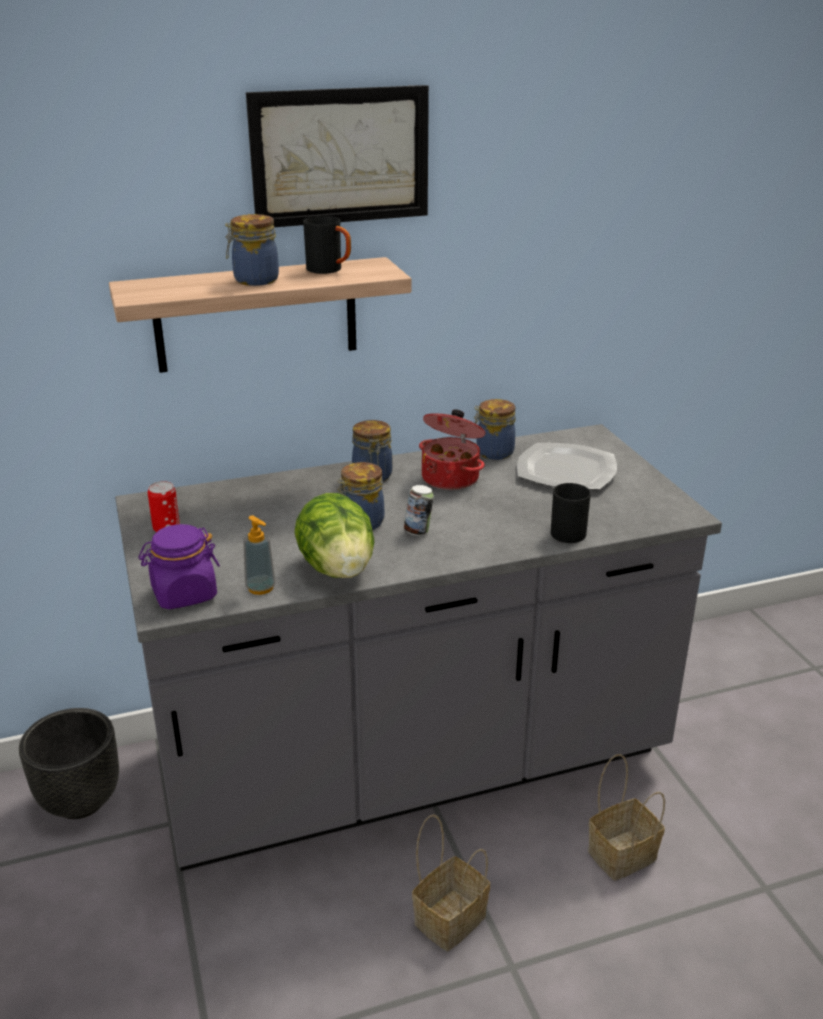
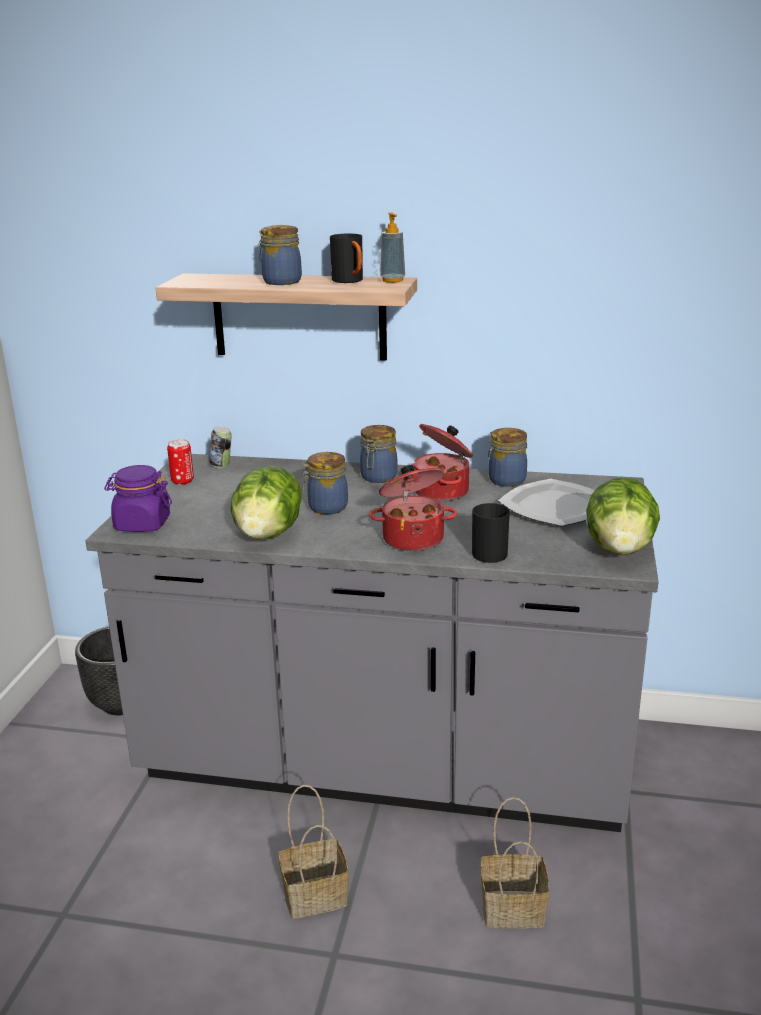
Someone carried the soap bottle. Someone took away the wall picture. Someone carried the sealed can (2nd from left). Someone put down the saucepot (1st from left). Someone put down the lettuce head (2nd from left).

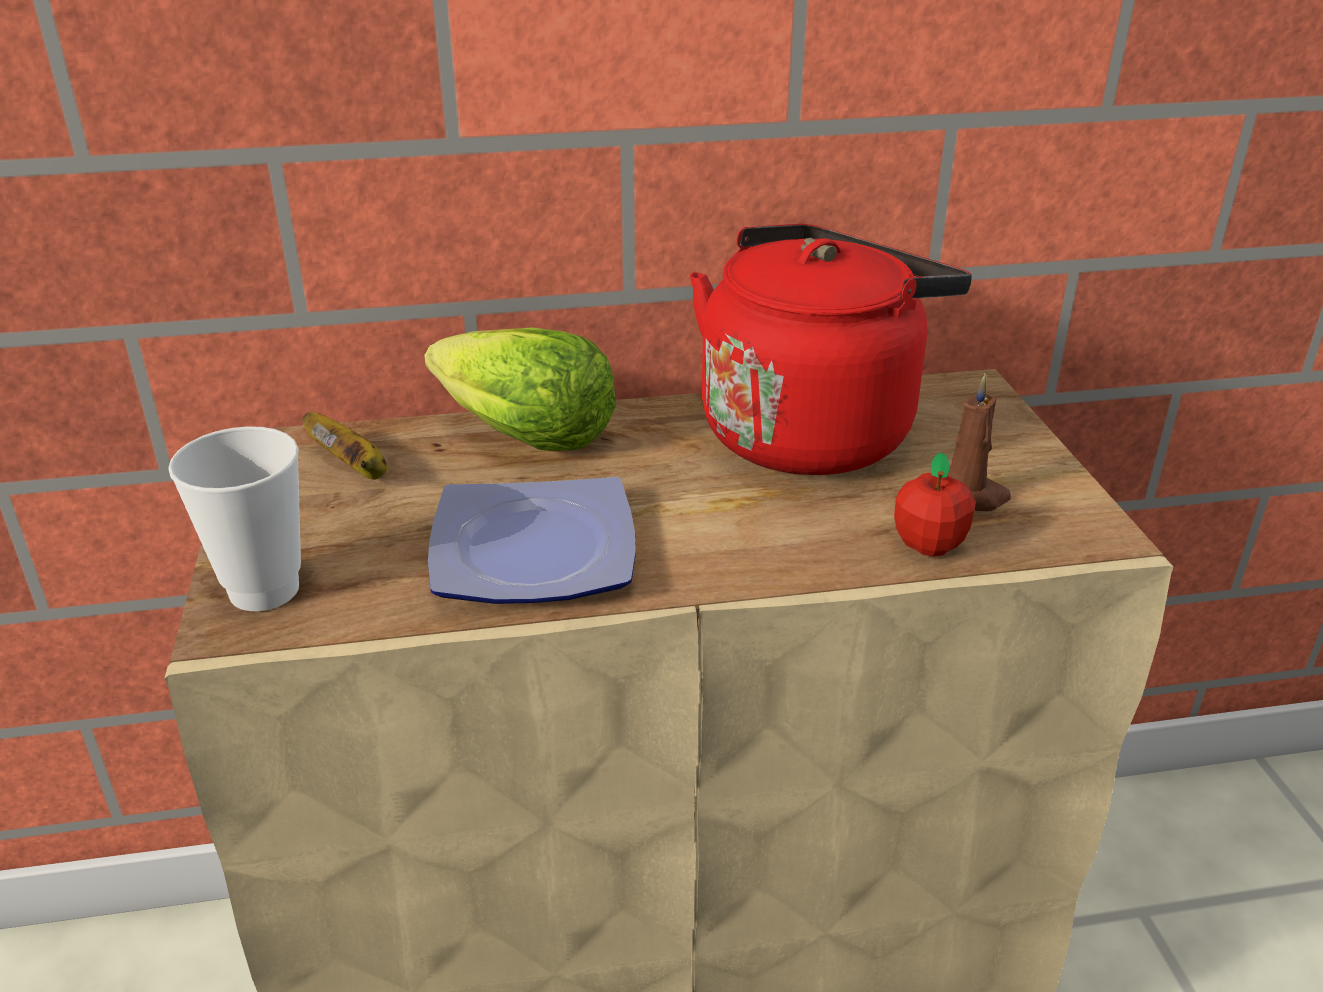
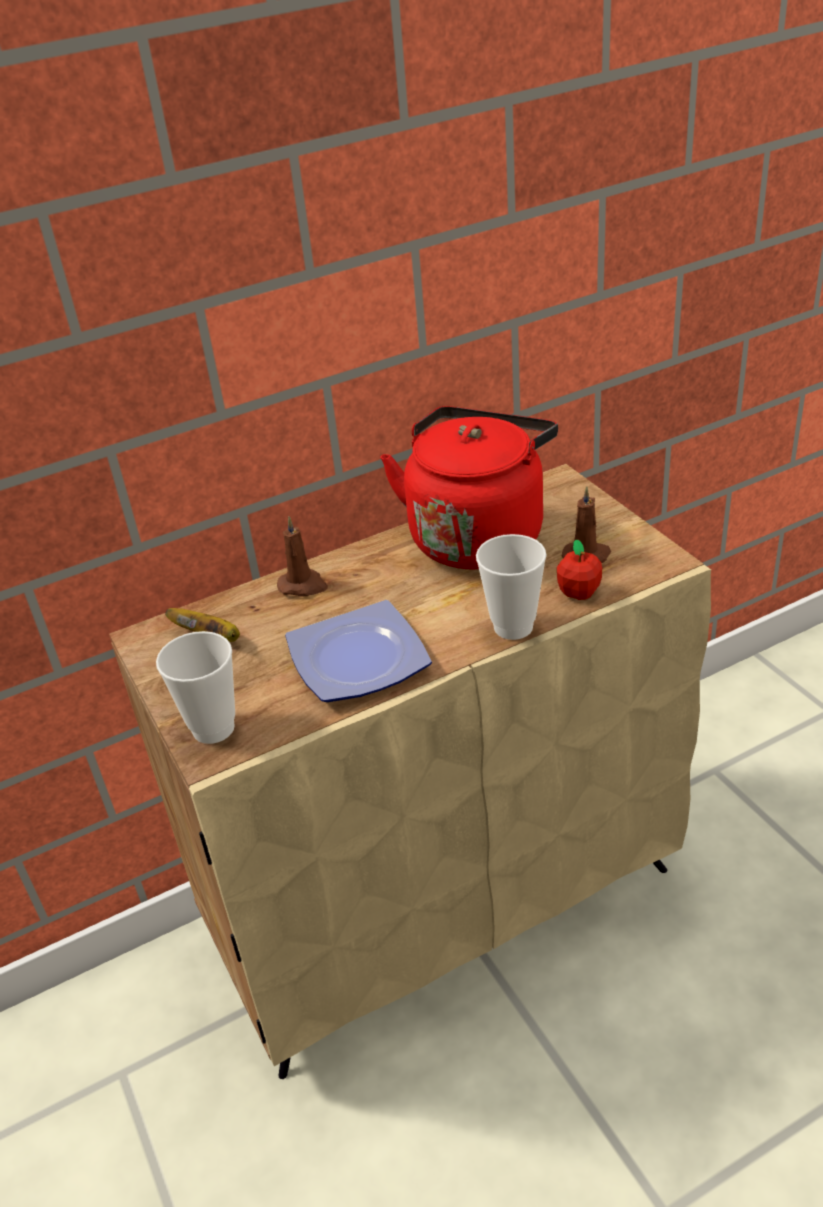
Someone swapped the lettuce head for the wax light in brown (1st from left). Someone put down the small cup (2nd from left).

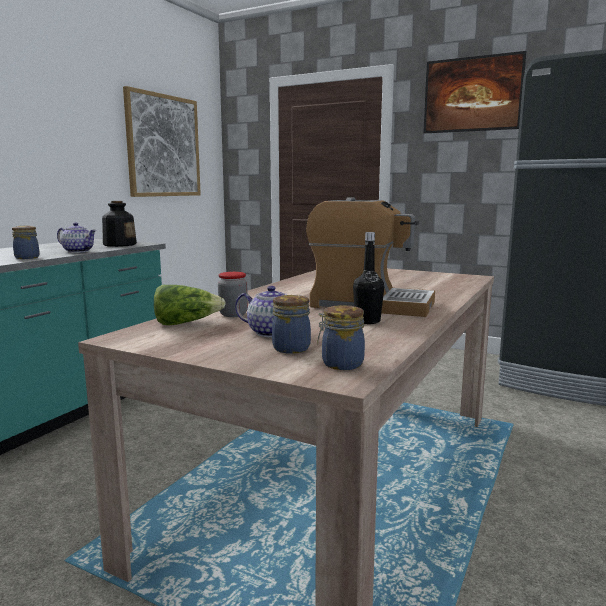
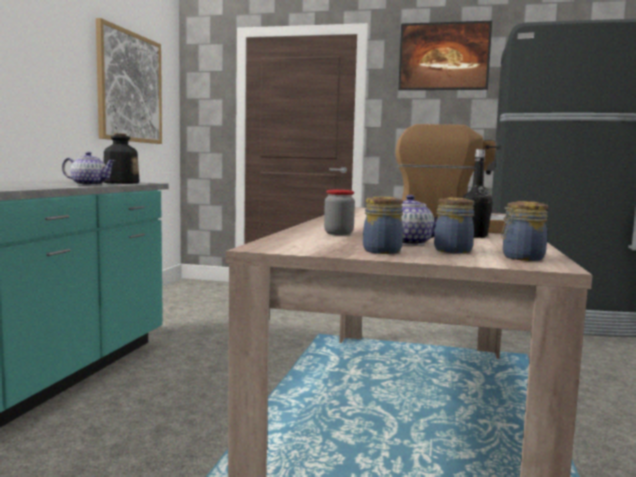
Someone carried the jar (1st from left in the first image). Someone took away the lettuce head.

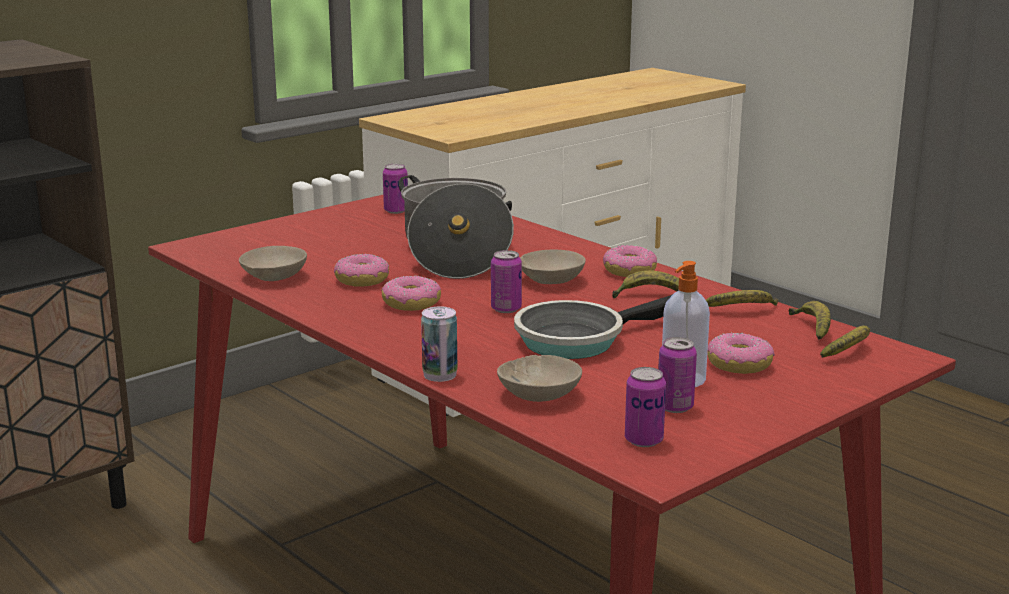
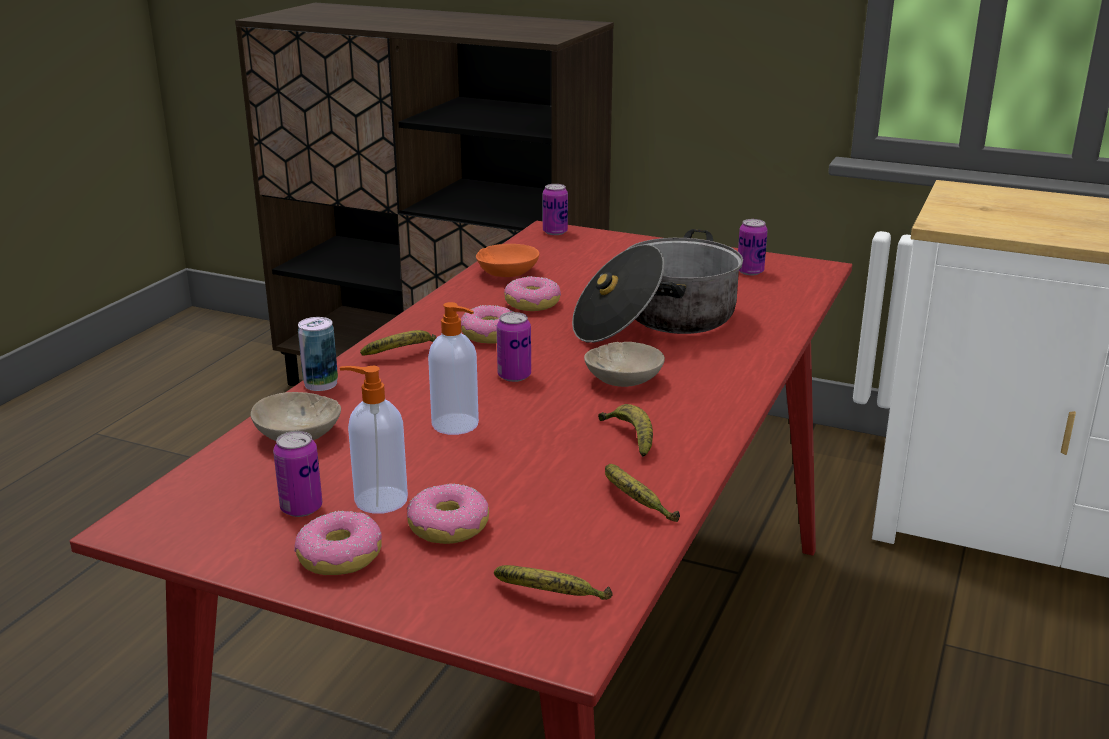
Someone repainted the deep dish in beige-coloured (1st from left), which became the deep dish in orange-coloured. Someone swapped the frying pan for the soap bottle (2nd from left). Someone carried the donut (3rd from left in the first image). Someone carried the sealed can (4th from left). Someone carried the whole banana (3rd from left in the first image).

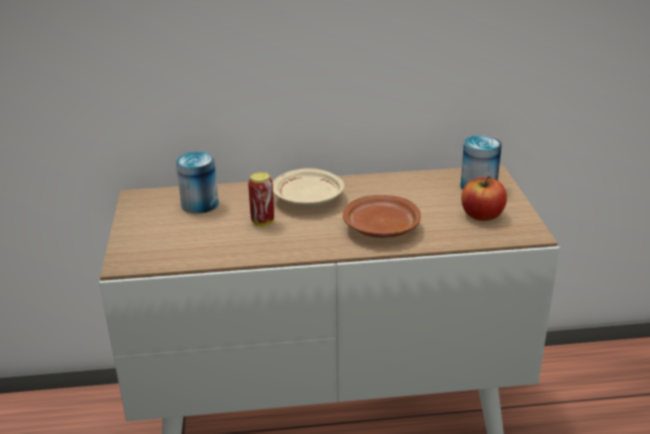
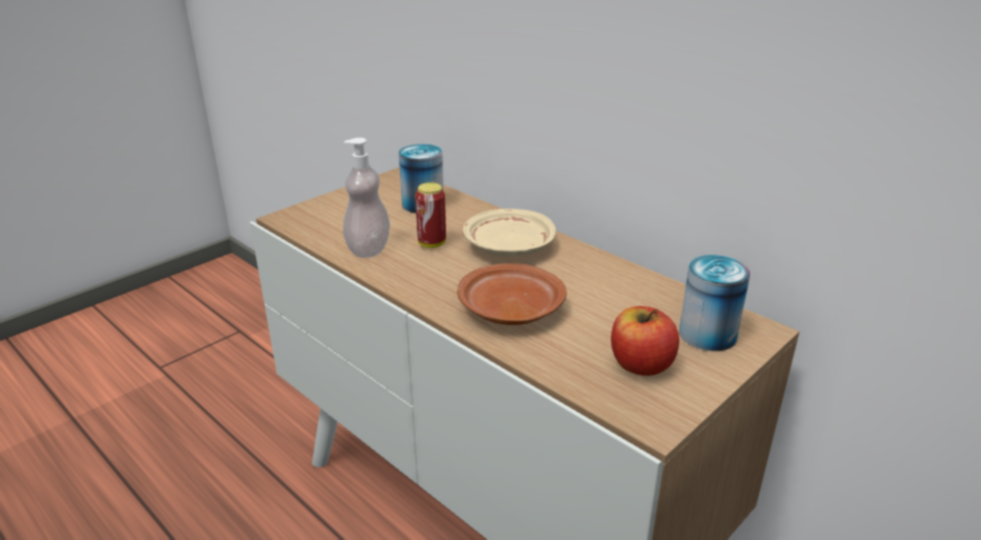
Someone put down the soap bottle.

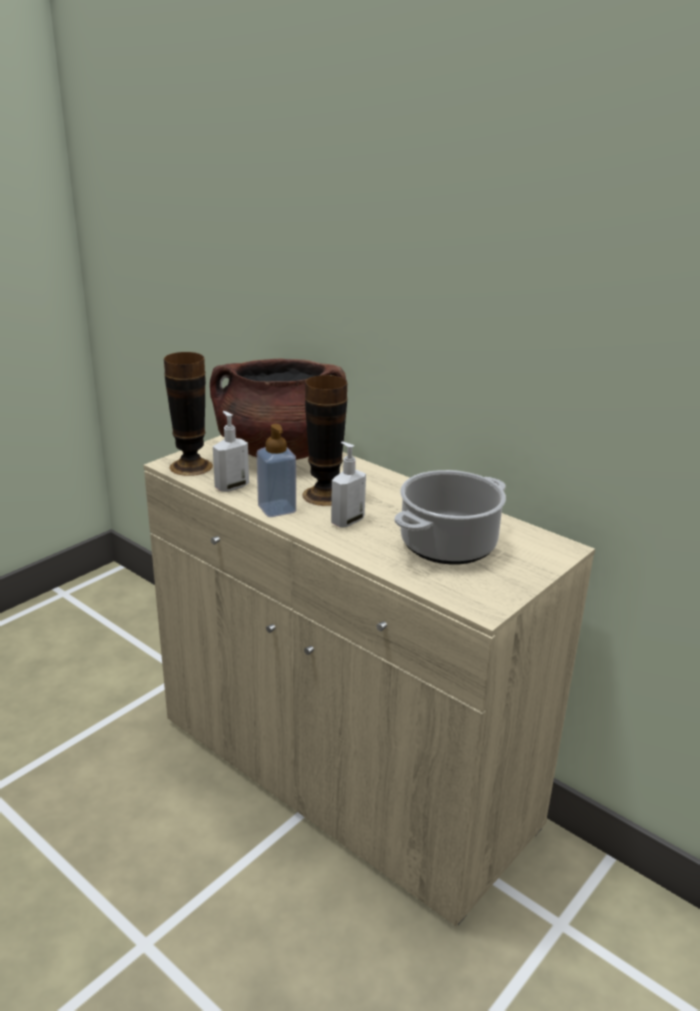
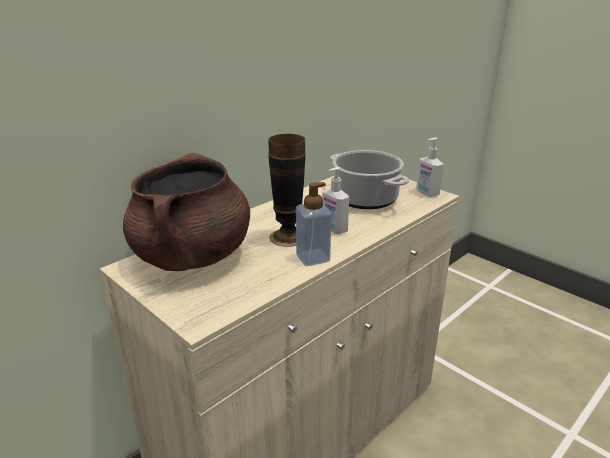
Someone took away the decorative vase (1st from left). Someone carried the soap bottle (1st from left in the first image).

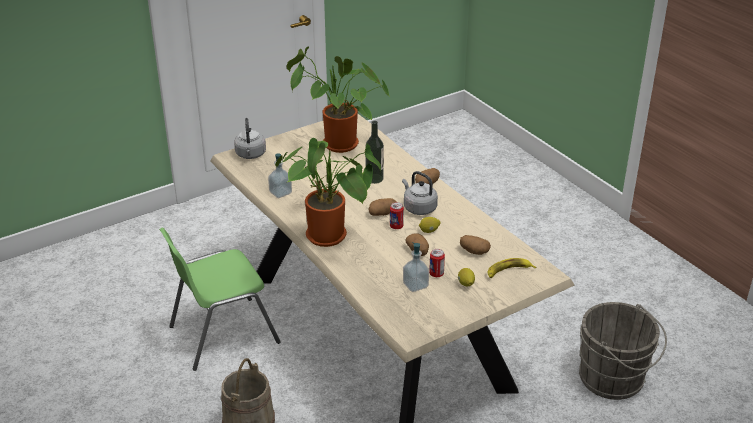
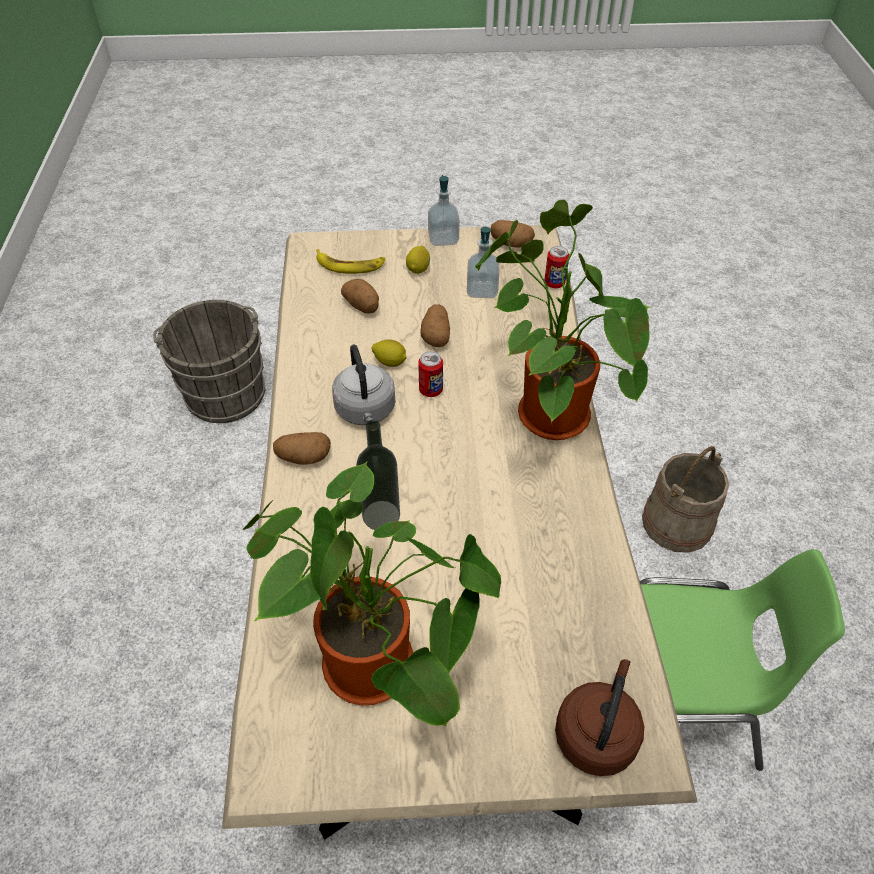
Someone repainted the water kettle in gray (1st from left), which became the water kettle in brown. Someone carried the soap bottle (1st from left). Someone carried the potato (1st from left in the first image). Someone carried the sealed can (2nd from left).

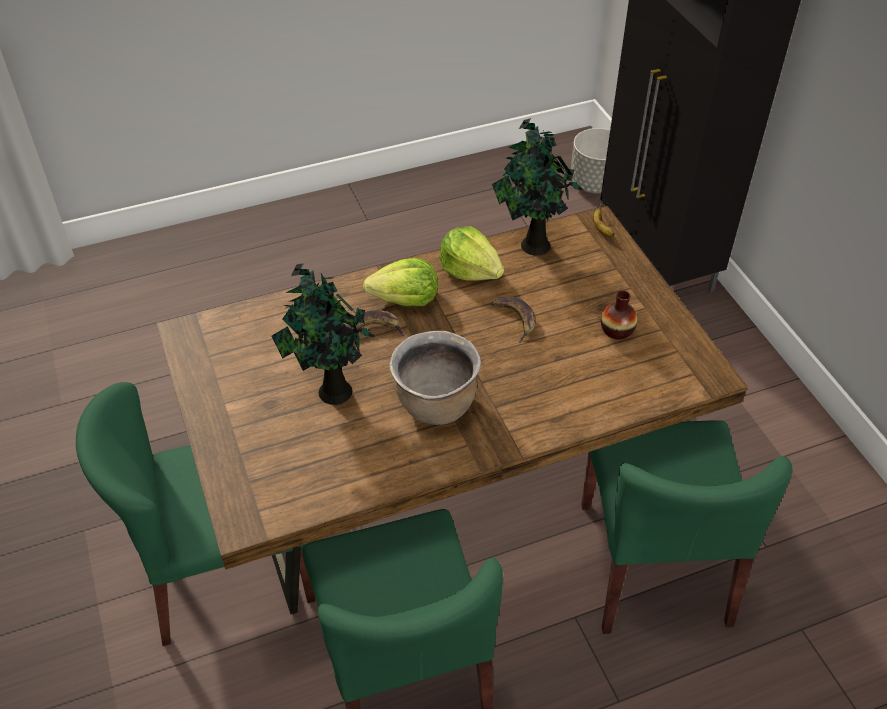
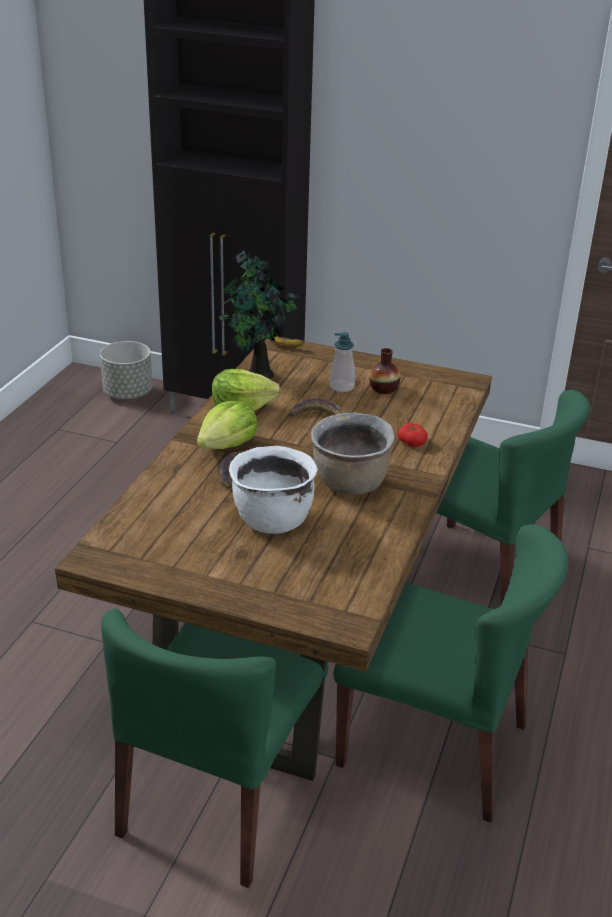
Someone swapped the houseplant (1st from left) for the saucepot in whitish. Someone put down the soap bottle. Someone put down the fresh tomato.

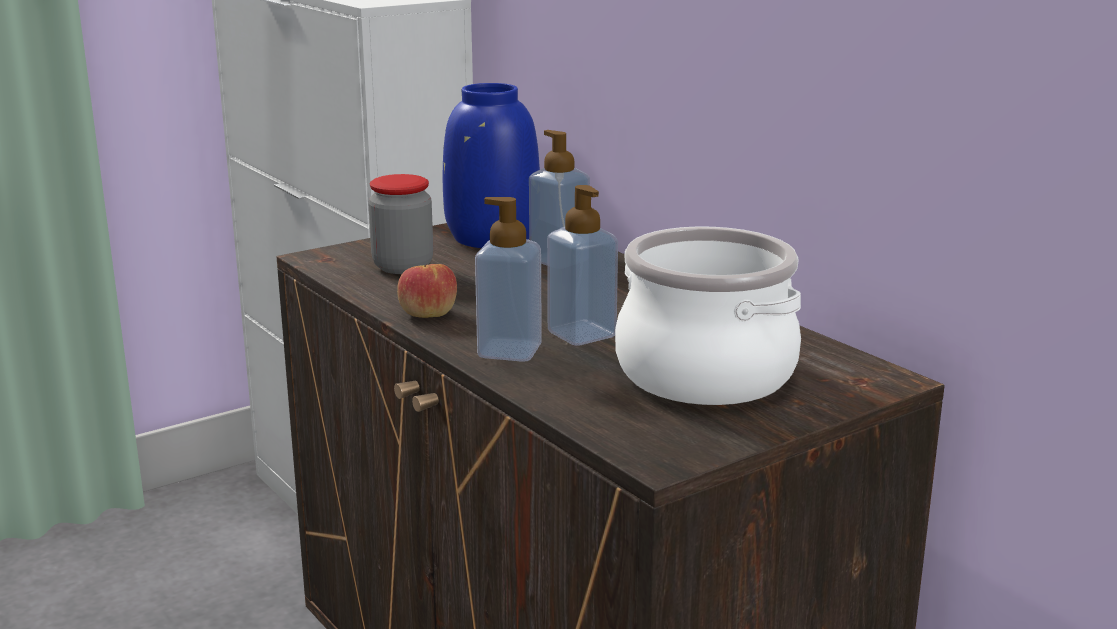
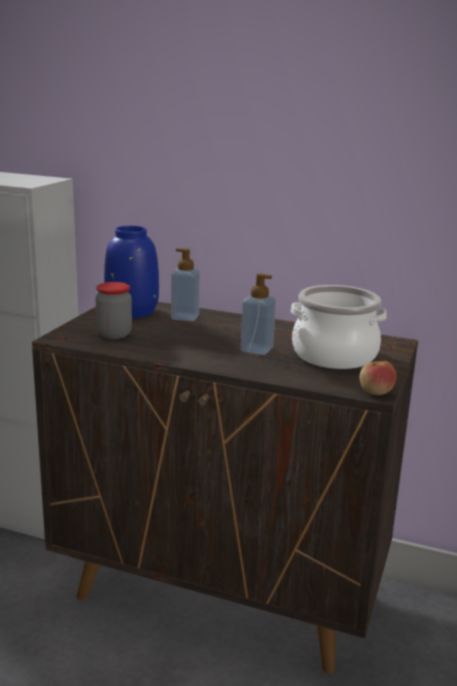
Someone carried the apple fruit. Someone took away the soap bottle (1st from left).

